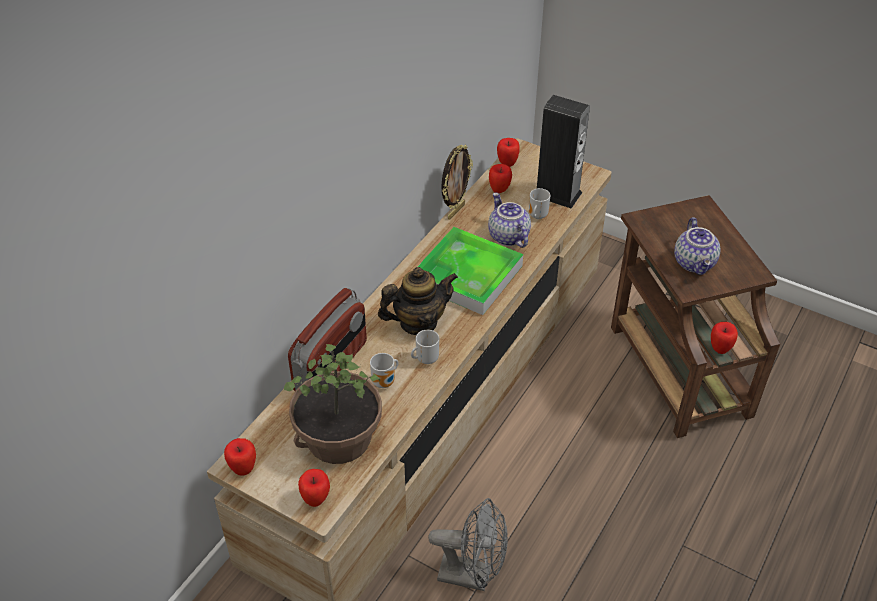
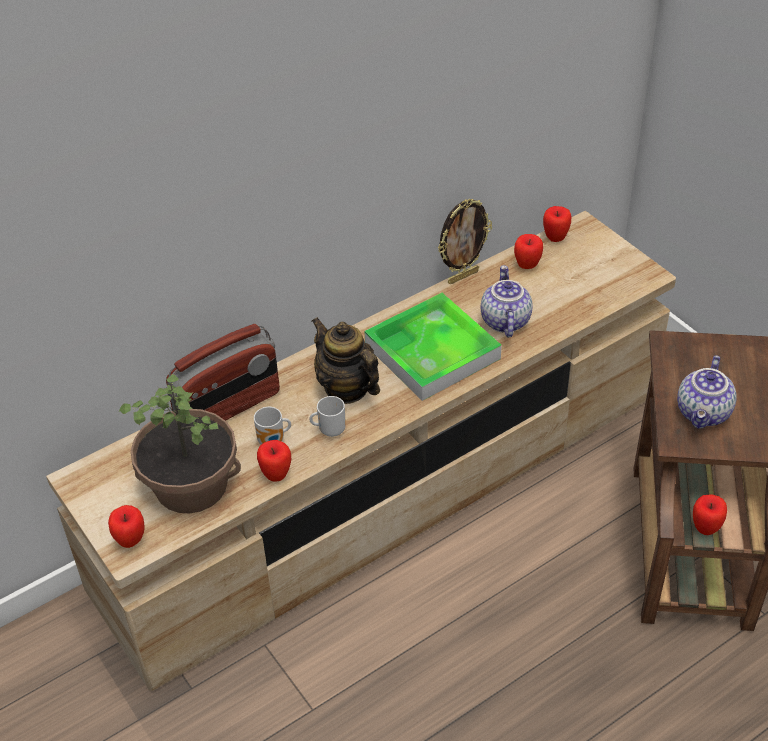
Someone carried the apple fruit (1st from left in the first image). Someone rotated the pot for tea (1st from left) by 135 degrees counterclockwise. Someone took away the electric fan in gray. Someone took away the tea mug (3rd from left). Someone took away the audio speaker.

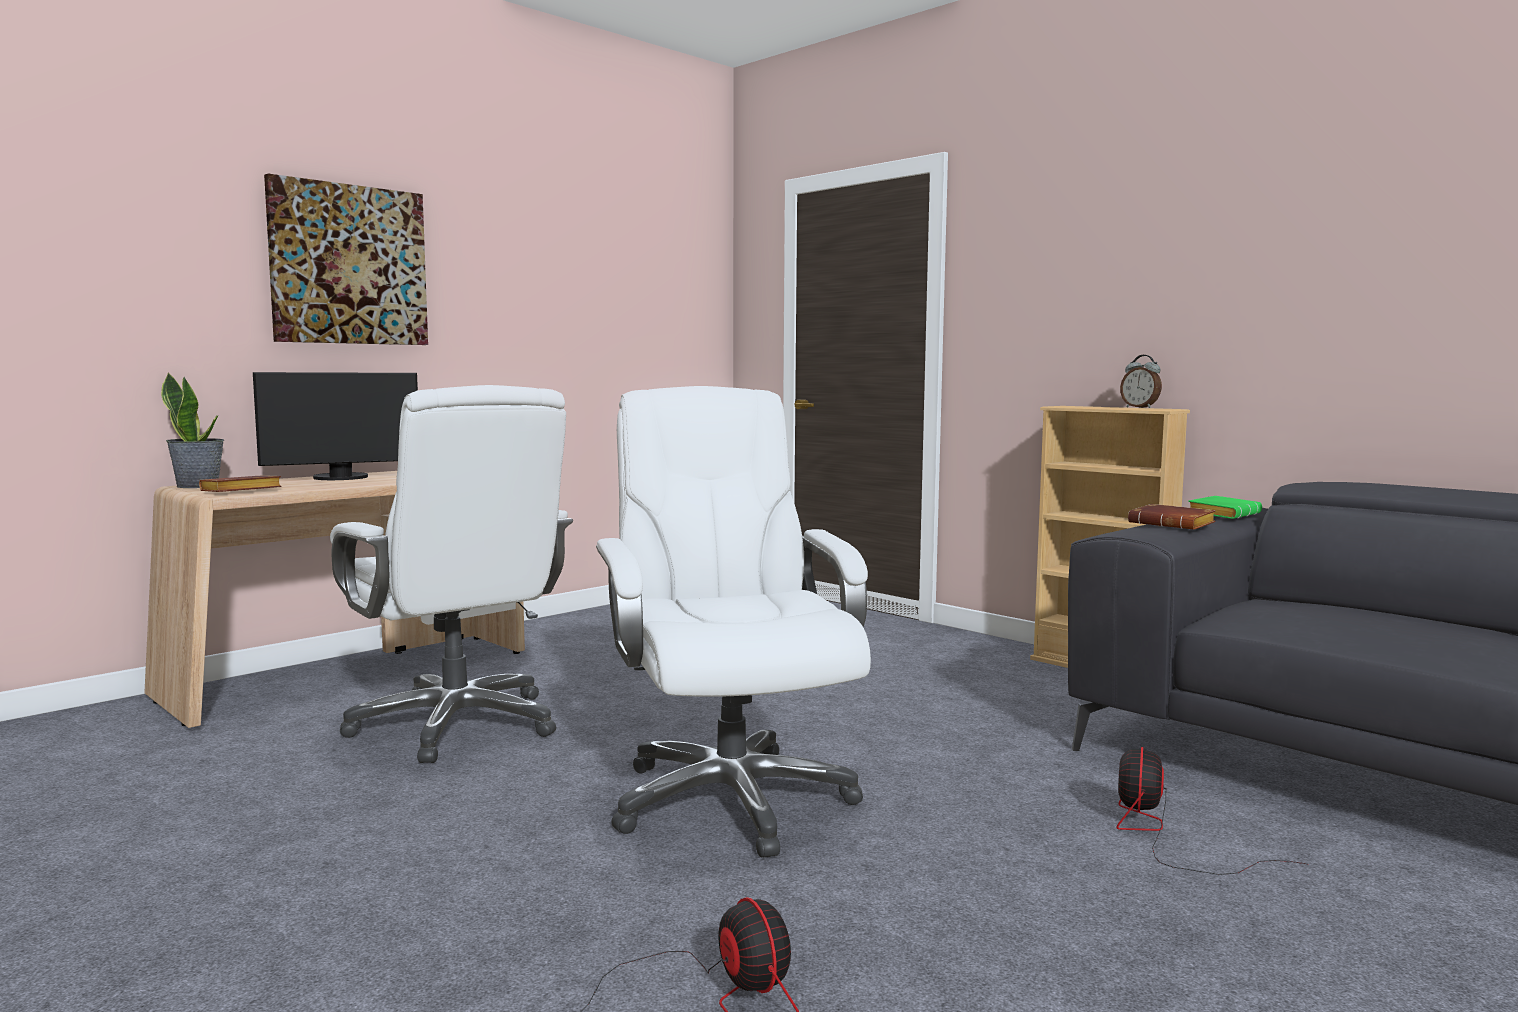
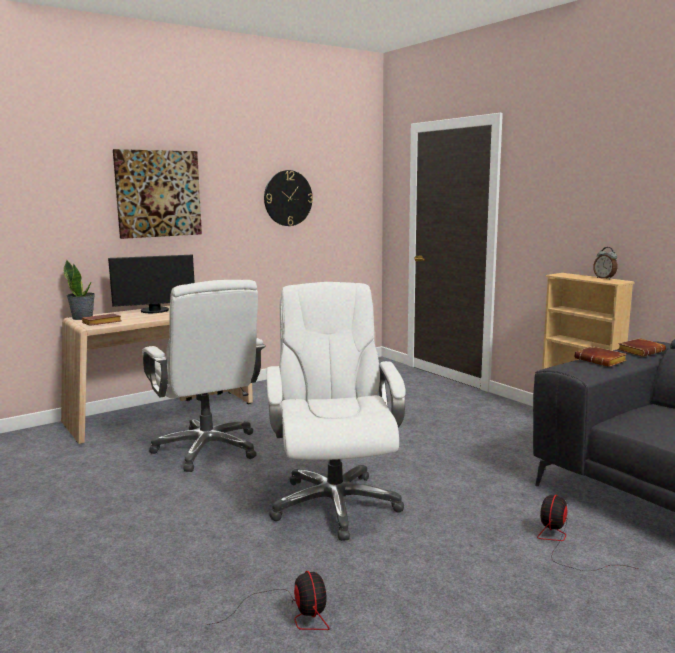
Someone repainted the book in greenish, which became the book in brown (3rd from left). Someone put up the hanging clock.

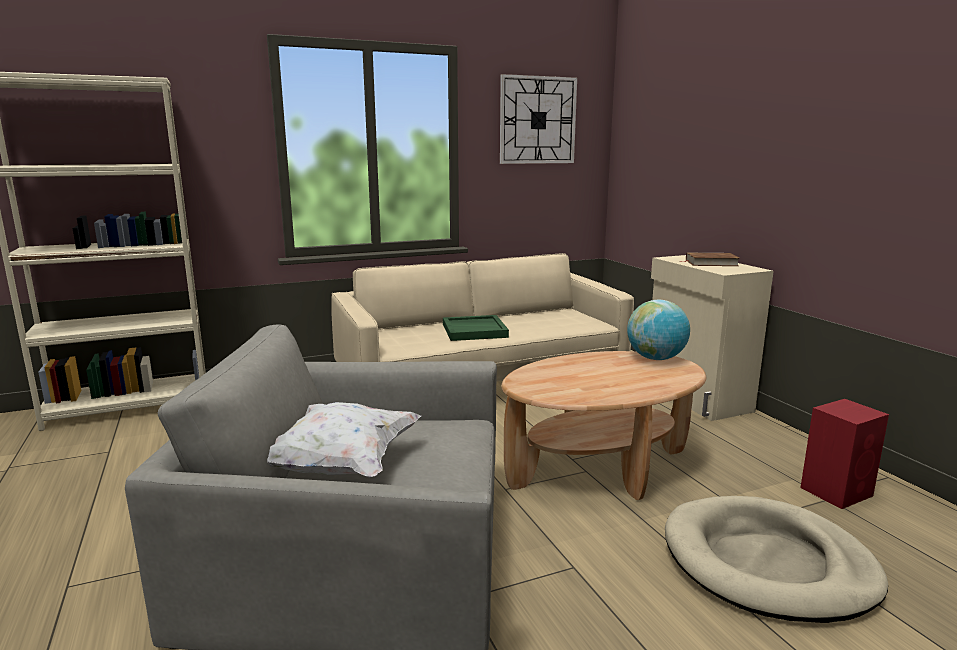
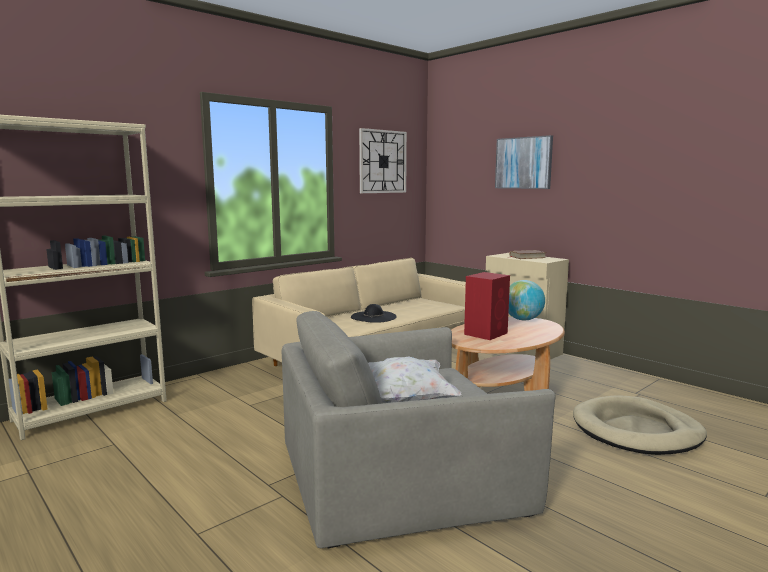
Someone swapped the carrying tray in greenish for the clothing hat in black. Someone carried the audio speaker in red-coloured. Someone put up the wall picture.

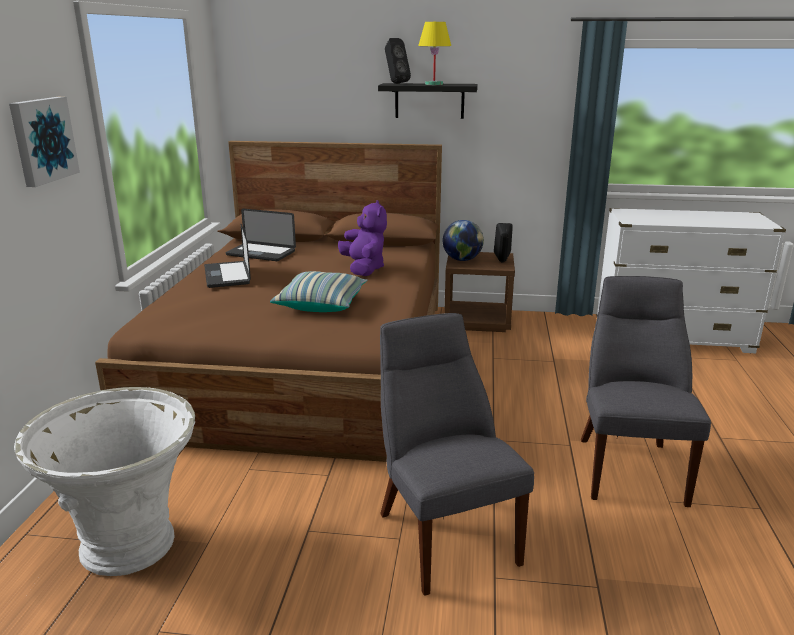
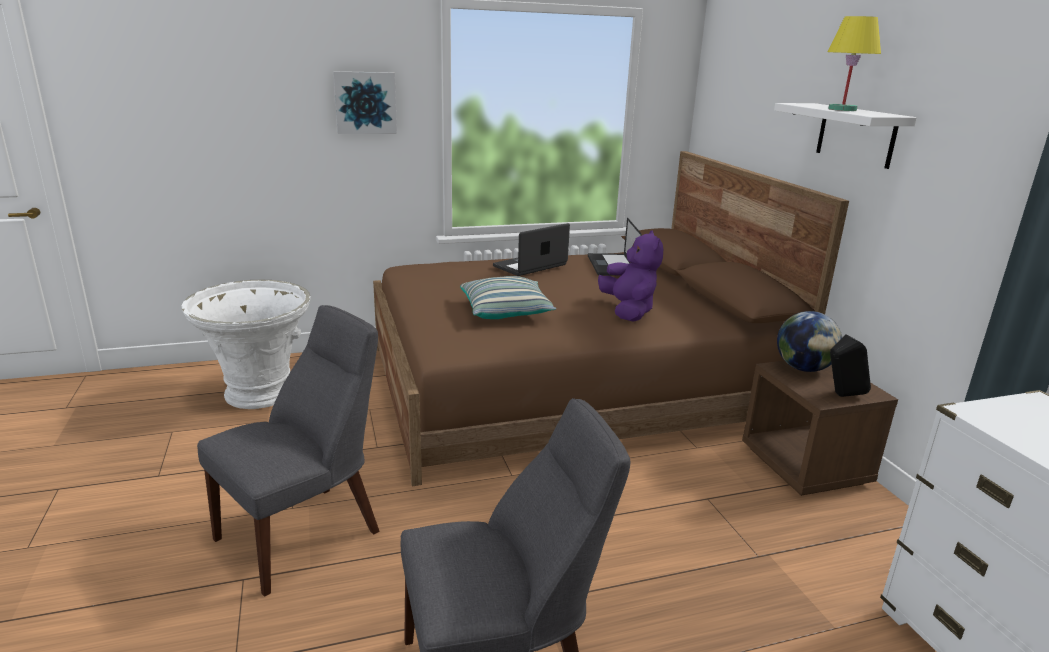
Someone rotated the cuddly toy in purplish by 60 degrees counterclockwise. Someone repainted the wall shelf in black, which became the wall shelf in whitish. Someone took away the audio speaker in black (1st from left).

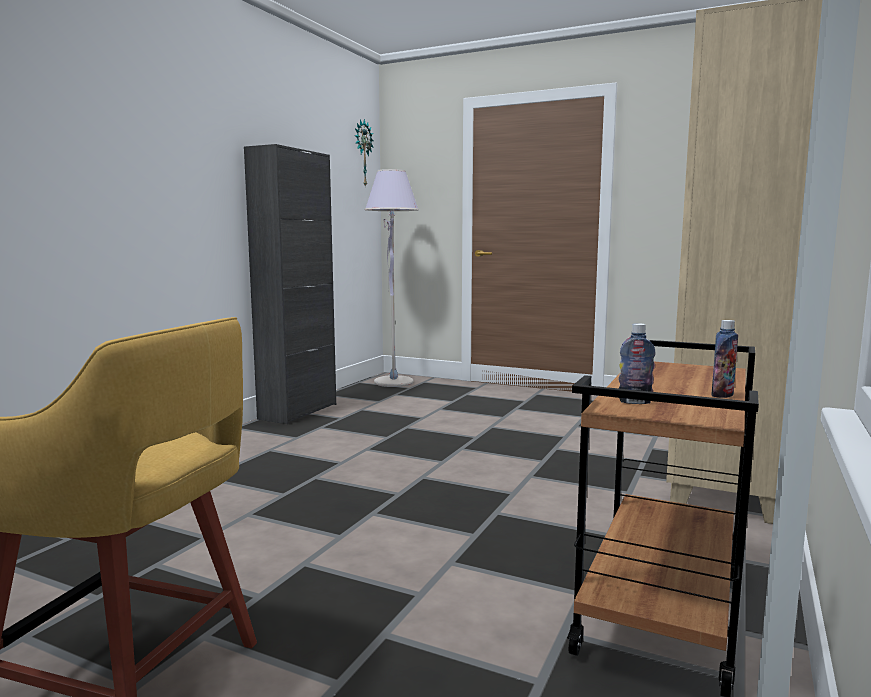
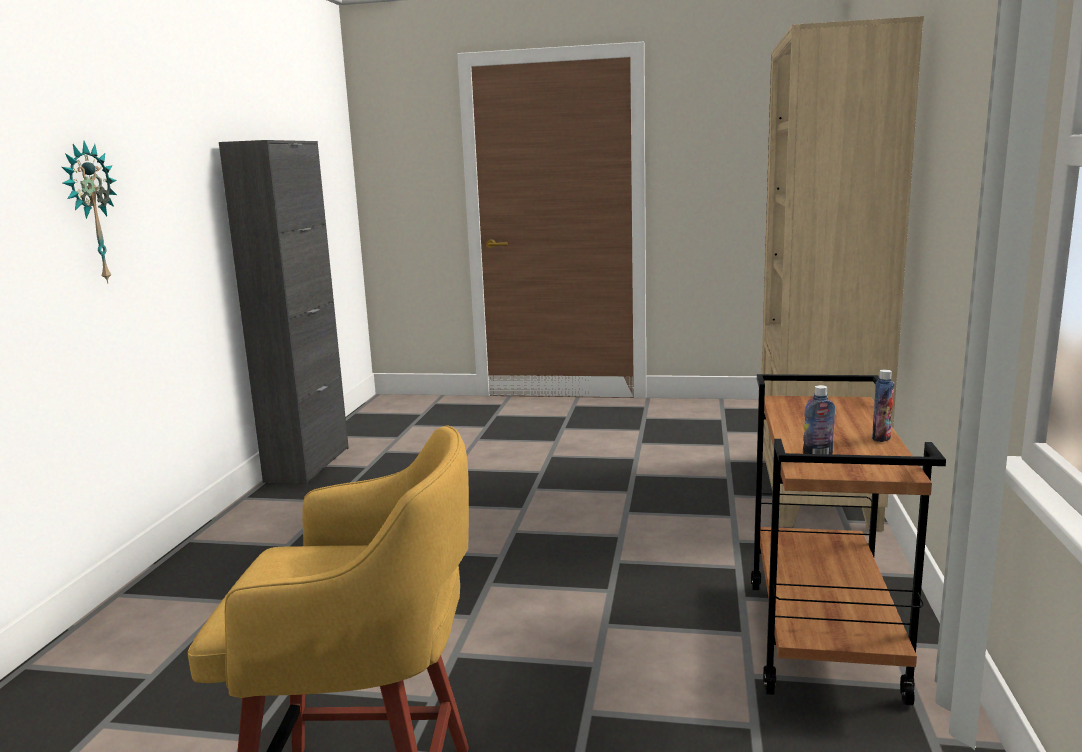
Someone carried the hanging clock. Someone took away the standing lamp in gray.

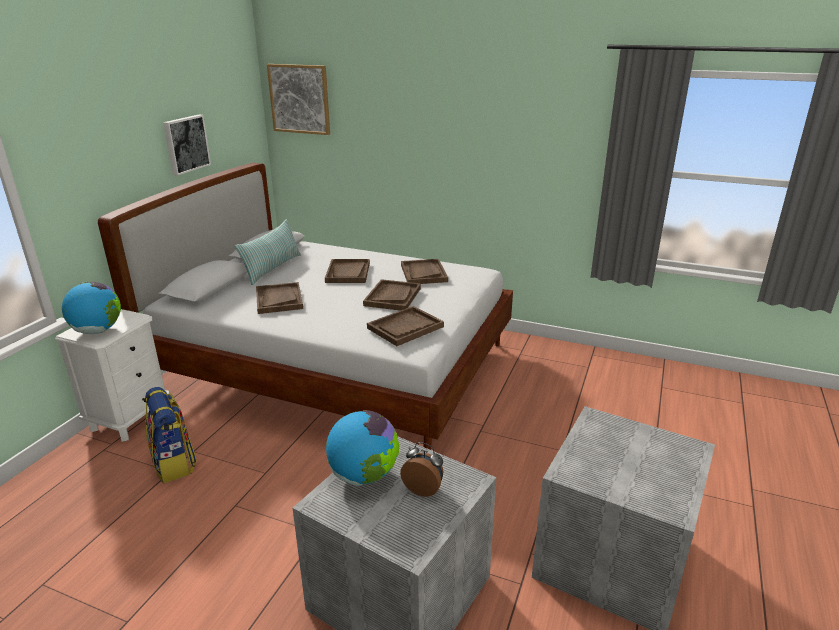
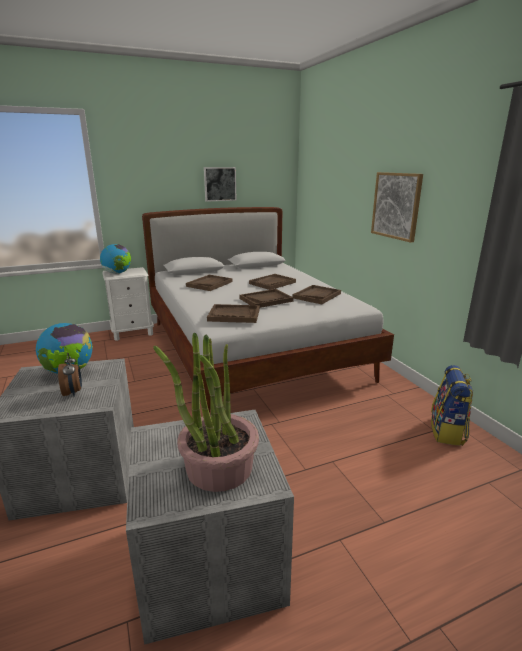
Someone carried the rucksack. Someone took away the pillow. Someone carried the wall picture (2nd from left). Someone put down the houseplant.

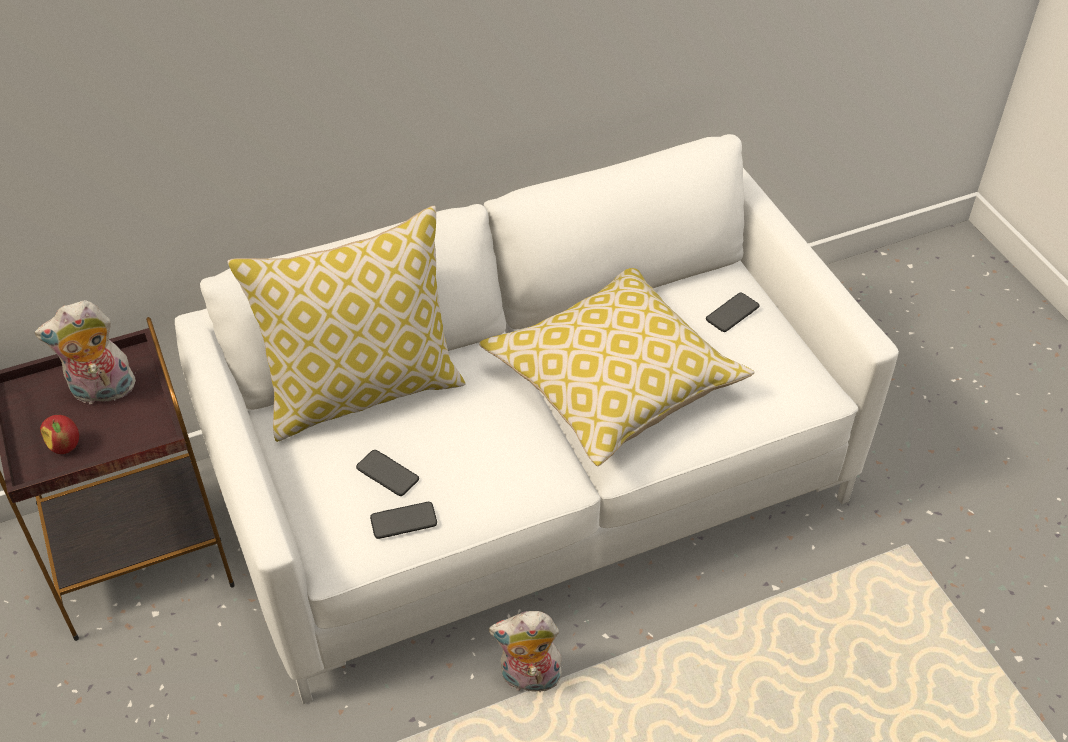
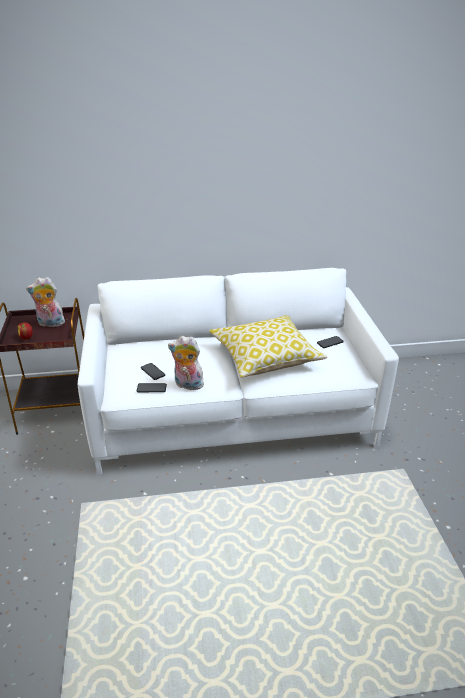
Someone took away the pillow (1st from left). Someone carried the cuddly toy (2nd from left).

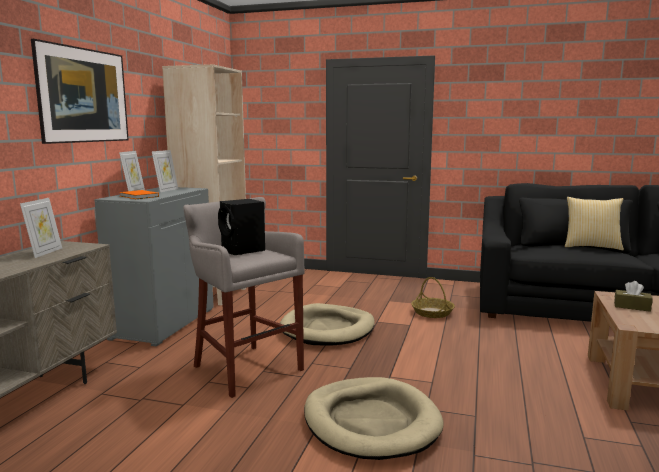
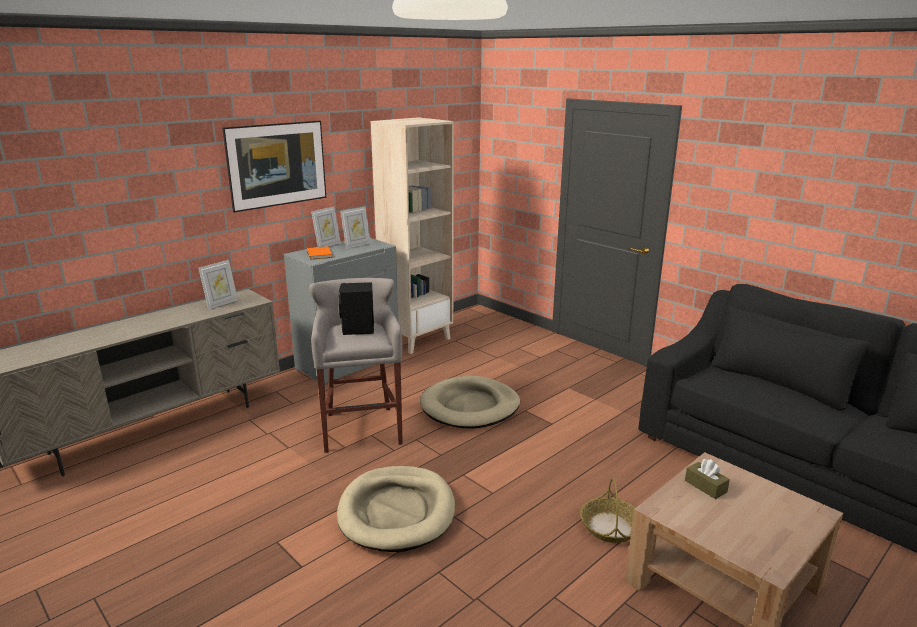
Someone carried the household basket. Someone took away the pillow.

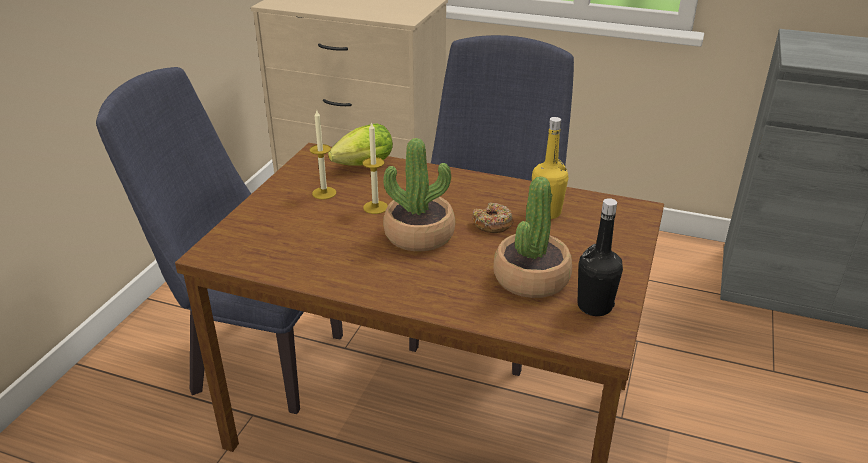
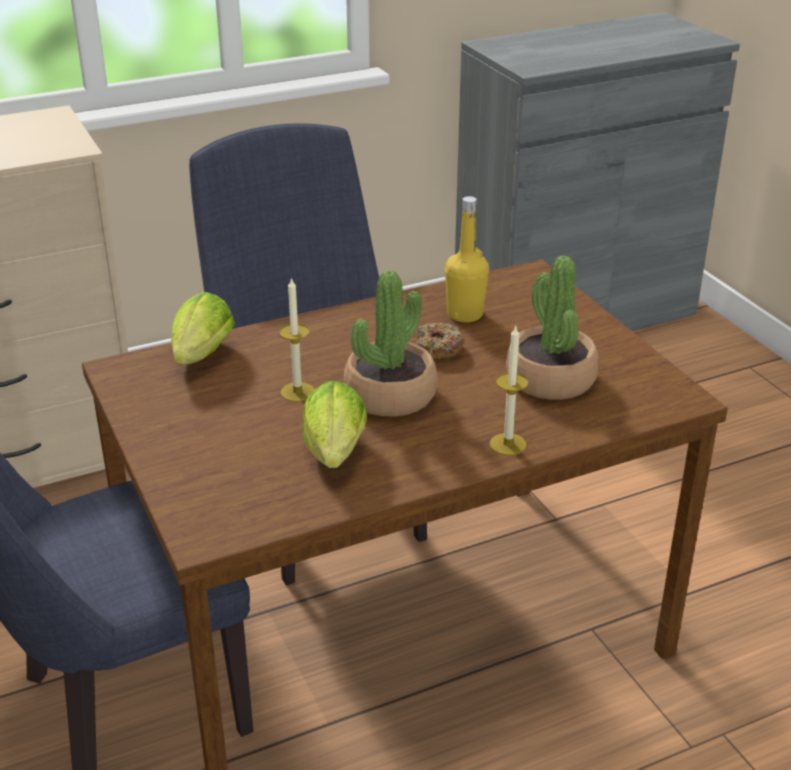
Someone carried the wax light (1st from left in the first image). Someone took away the beverage bottle in black. Someone put down the lettuce head (2nd from left).

